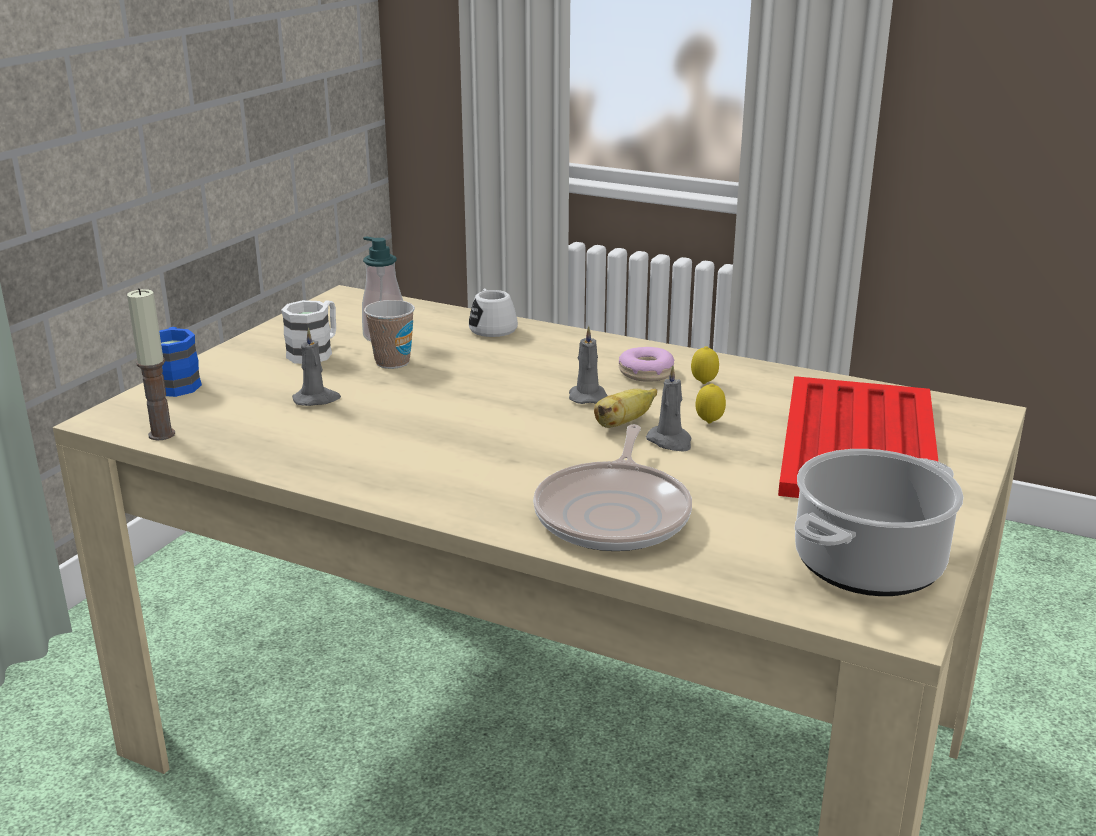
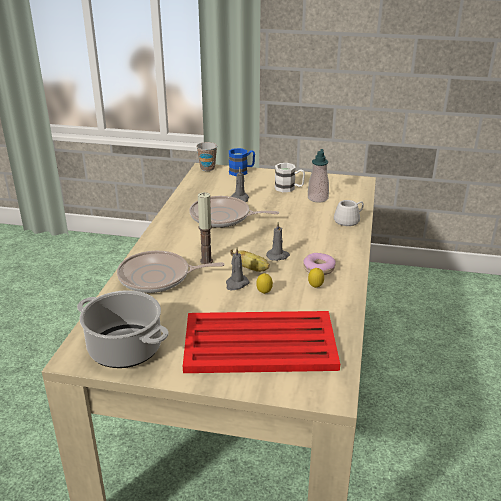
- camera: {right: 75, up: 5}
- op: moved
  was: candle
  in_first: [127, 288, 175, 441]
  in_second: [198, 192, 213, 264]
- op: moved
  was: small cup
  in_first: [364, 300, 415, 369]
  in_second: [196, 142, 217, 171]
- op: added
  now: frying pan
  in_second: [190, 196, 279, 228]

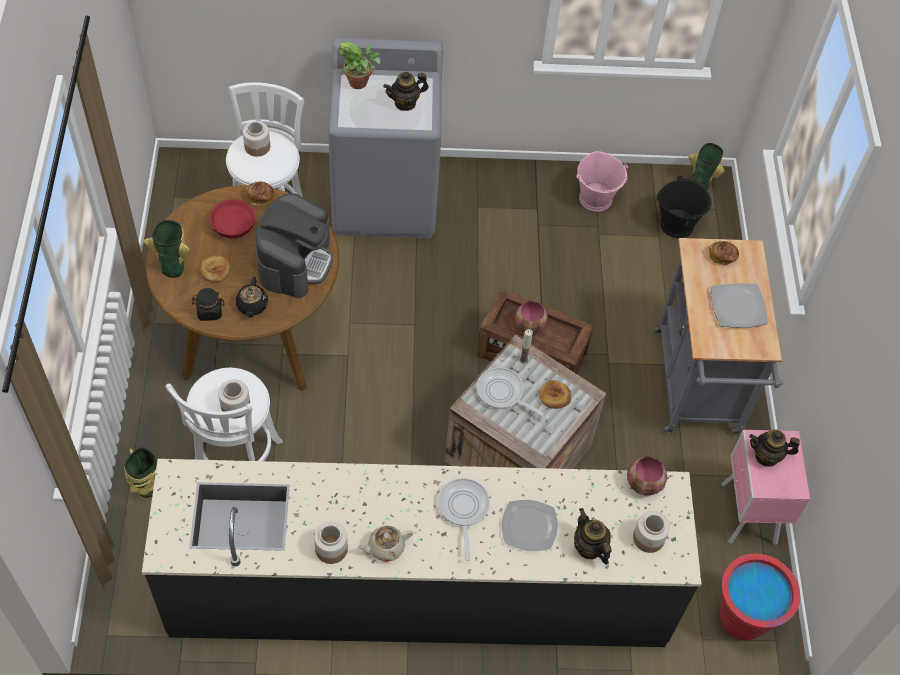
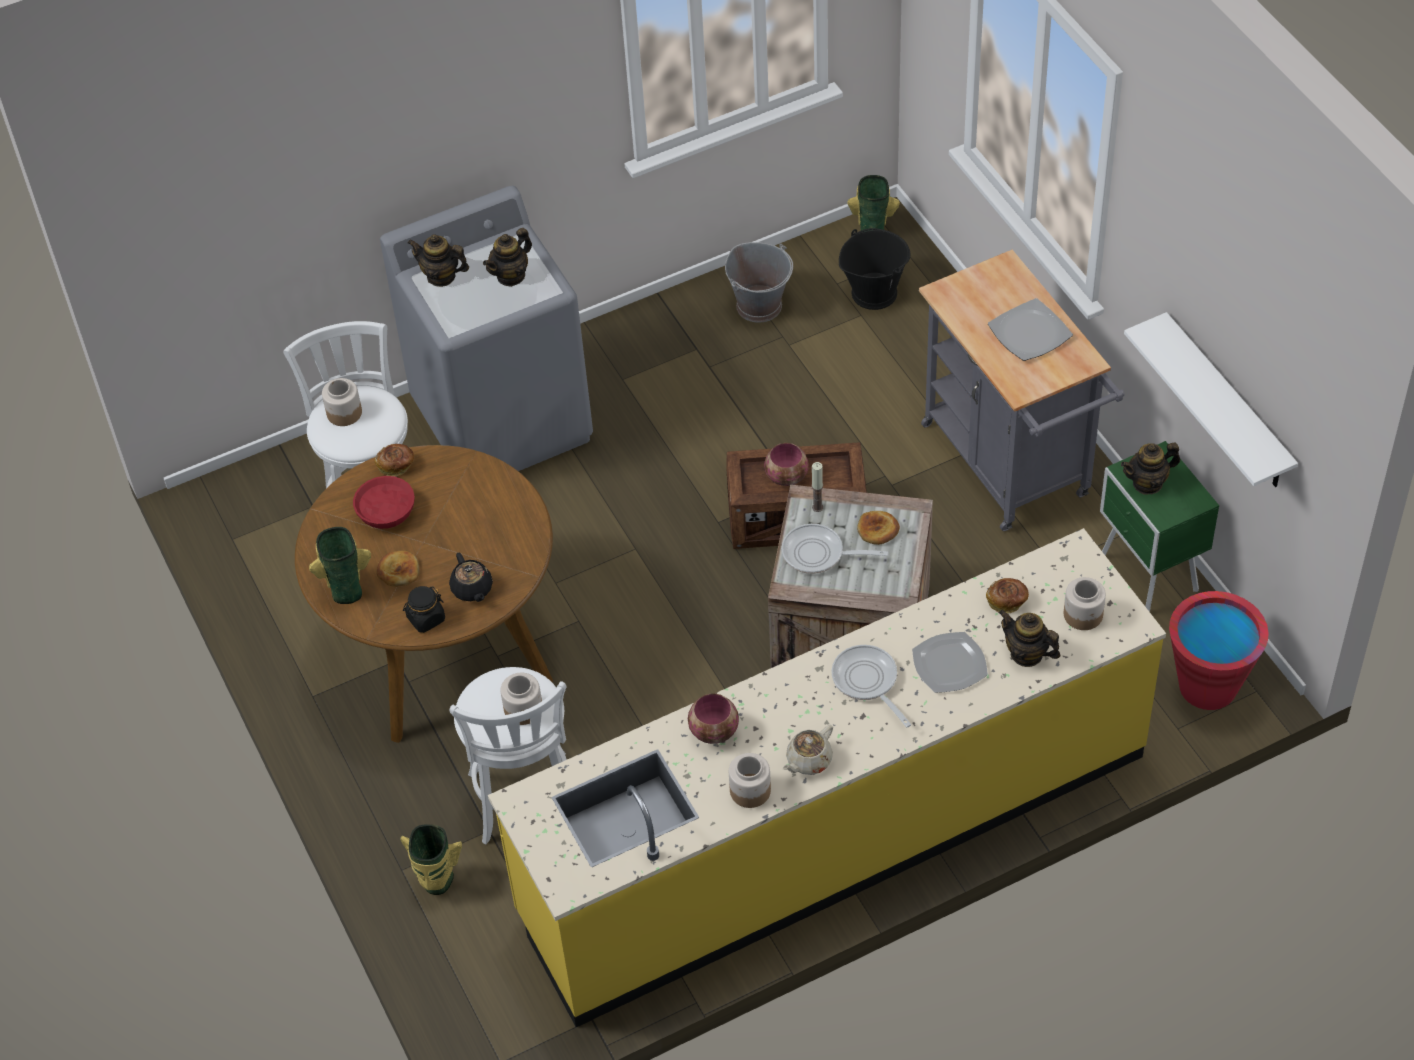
- camera: {right: -20, up: -5}
- op: replaced
  was: plant in a pot
  now: teapot
  in_first: [339, 42, 380, 89]
  in_second: [408, 234, 469, 287]
- op: recoloured
  was: bucket (pink)
  now: bucket (gray)
  in_first: [576, 151, 628, 212]
  in_second: [725, 242, 793, 323]
- op: removed
  was: coffee brewer
  in_first: [255, 193, 333, 298]
- op: moved
  was: baked bread
  in_first: [709, 241, 739, 266]
  in_second: [986, 578, 1029, 614]
- op: recoloured
  was: night table (pink)
  now: night table (green)
  in_first: [721, 430, 810, 545]
  in_second: [1100, 441, 1219, 612]
- op: moved
  was: deep dish
  in_first: [627, 456, 667, 496]
  in_second: [688, 694, 739, 744]
- op: recoloured
  was: counter (blackish)
  now: counter (yellow-coloured)
  in_first: [142, 459, 702, 647]
  in_second: [488, 528, 1166, 1027]
- op: added
  now: bracket shelf (white)
  in_second: [1124, 312, 1298, 487]

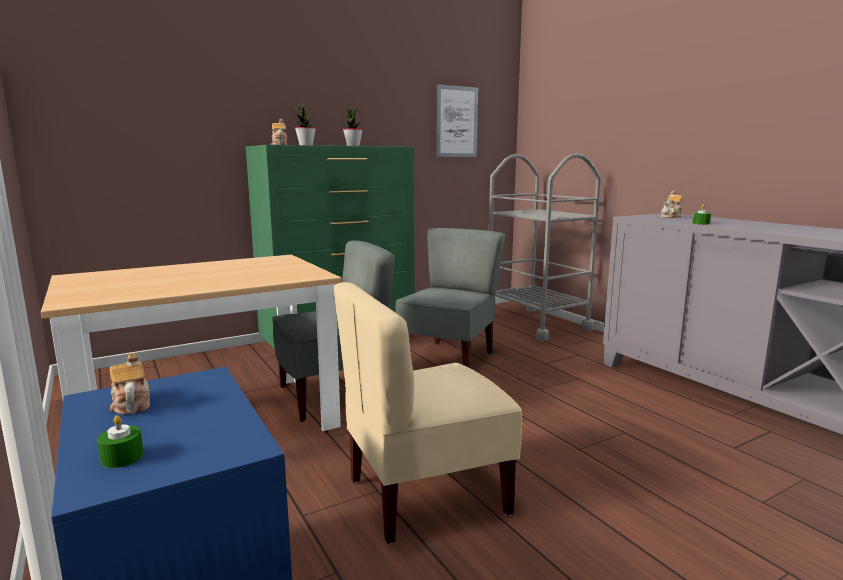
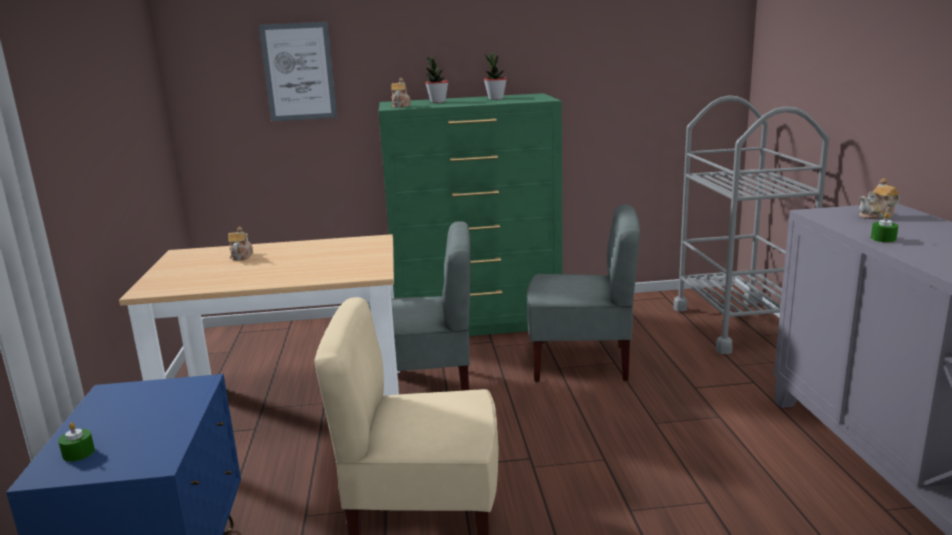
- camera: {right: 25, up: 5}
- op: moved
  was: picture
  in_first: [436, 84, 478, 157]
  in_second: [259, 22, 337, 121]
- op: turned
  was: upright chair (gray)
  in_first: [395, 228, 505, 368]
  in_second: [527, 204, 640, 382]
  clockwise: 45
- op: moved
  was: teapot
  in_first: [110, 353, 150, 414]
  in_second: [228, 227, 253, 260]

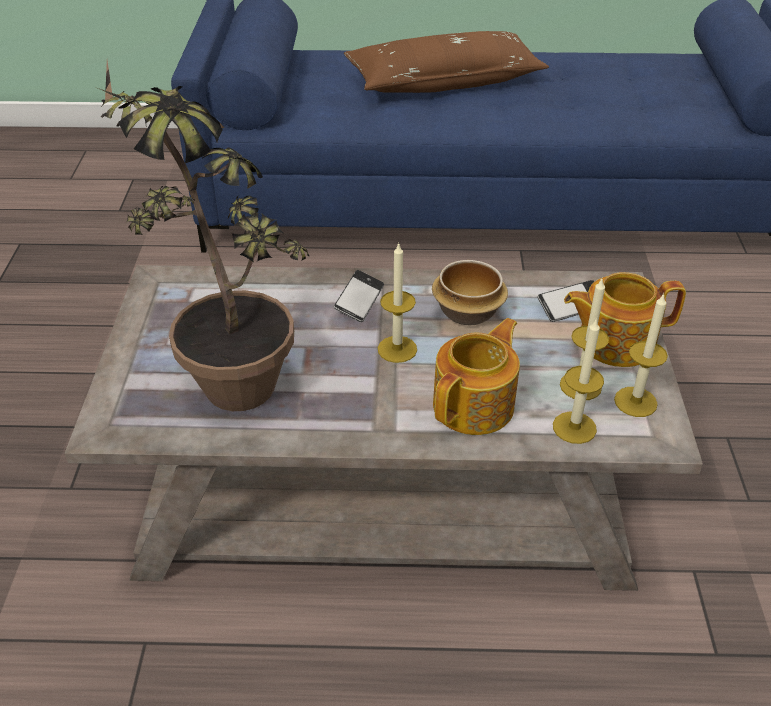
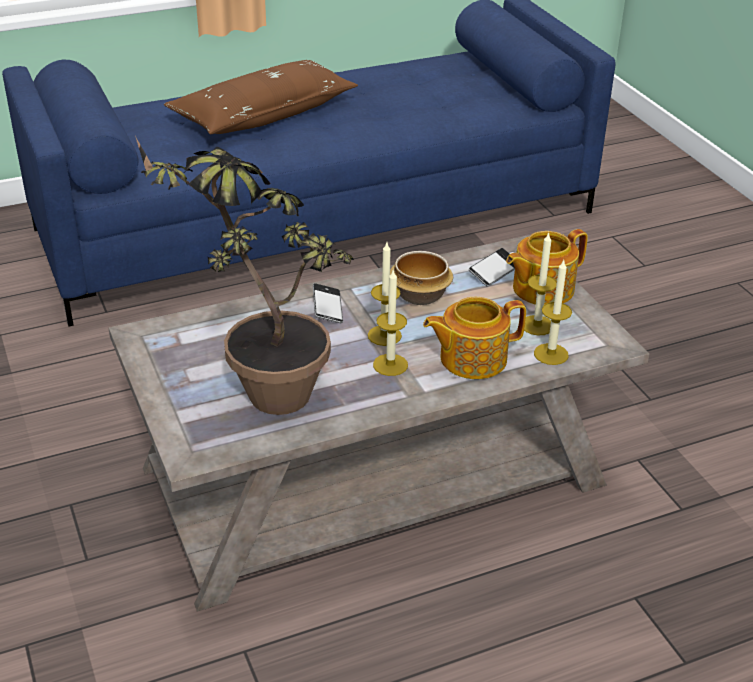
- camera: {right: -25, up: -5}
- op: moved
  was: candle
  in_first: [614, 293, 668, 417]
  in_second: [373, 270, 408, 376]
- op: turned
  was: teapot
  in_first: [433, 318, 520, 435]
  in_second: [423, 297, 526, 379]
  clockwise: -120

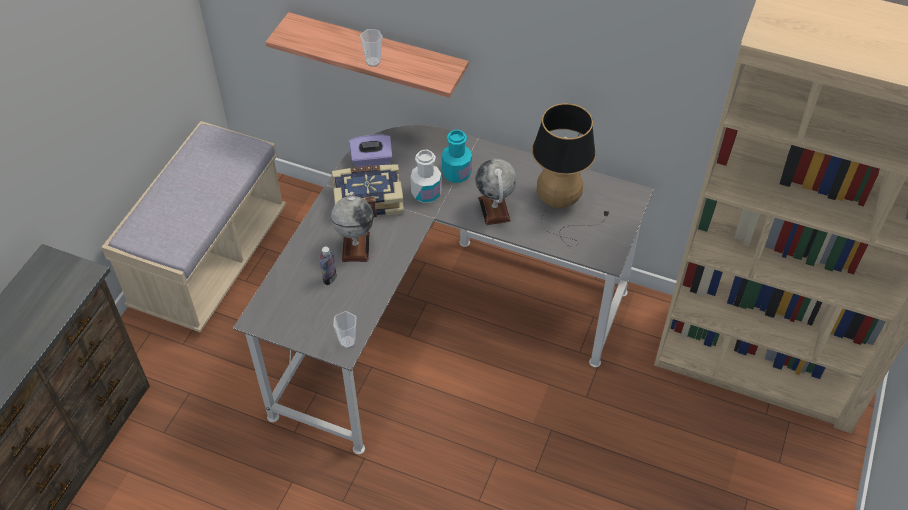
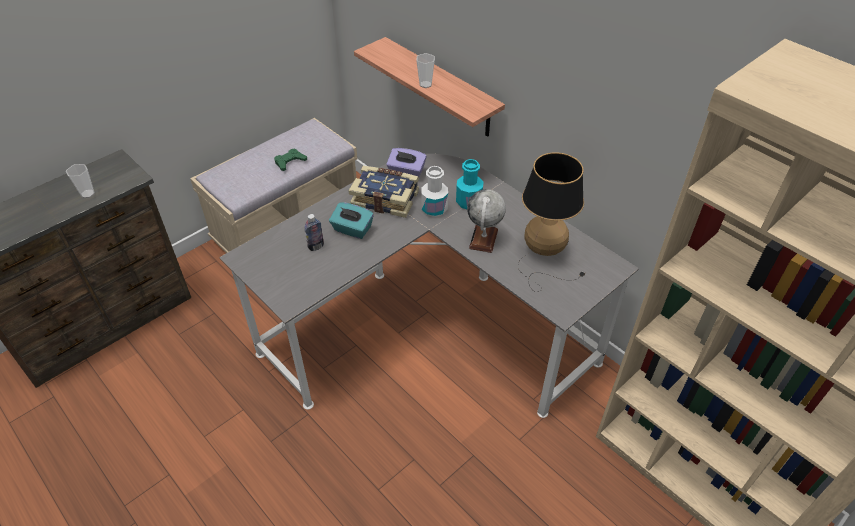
- camera: {right: 25, up: -5}
- op: replaced
  was: desk globe
  now: tissue box (turquoise-coloured)
  in_first: [331, 192, 374, 262]
  in_second: [329, 202, 374, 239]
- op: moved
  was: small cup
  in_first: [333, 311, 356, 349]
  in_second: [66, 164, 95, 198]
- op: added
  now: game controller (green)
  in_second: [274, 149, 307, 171]

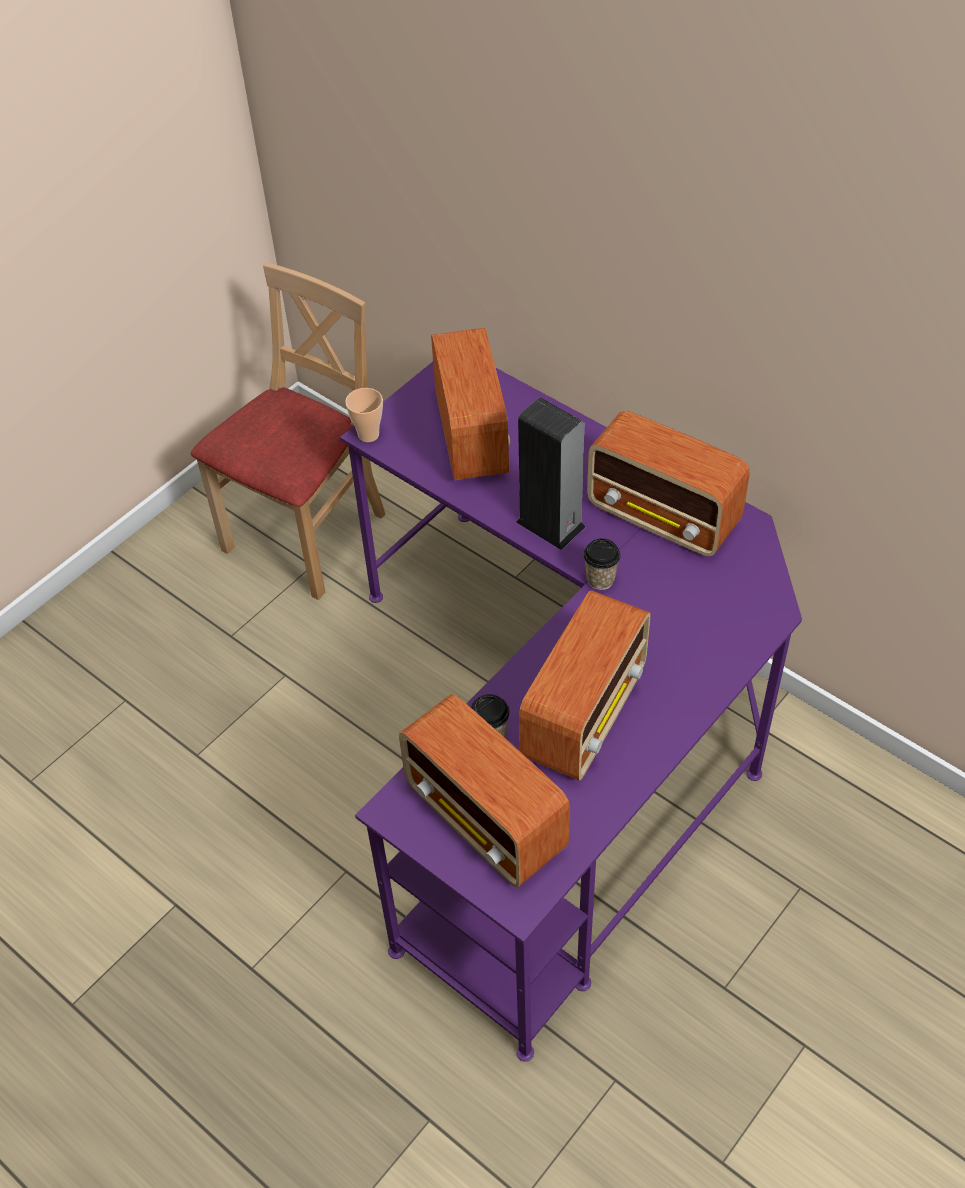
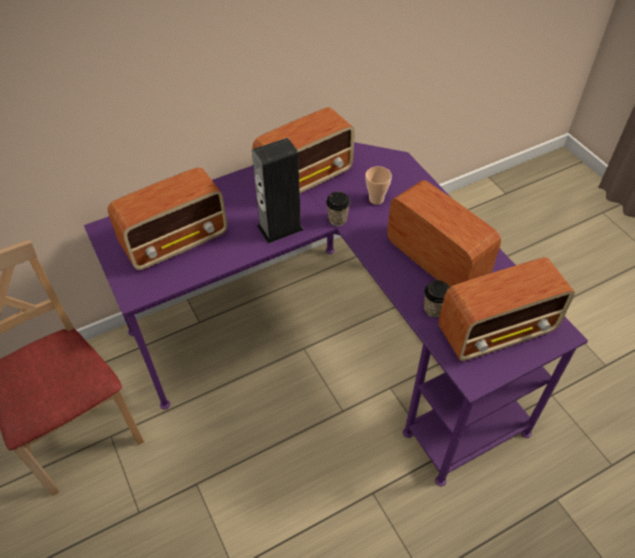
- camera: {right: -70, up: 0}
- op: turned
  was: radio set
  in_first: [431, 328, 511, 480]
  in_second: [107, 167, 227, 270]
  clockwise: 135
- op: moved
  was: small cup
  in_first: [345, 388, 383, 442]
  in_second: [365, 166, 392, 205]

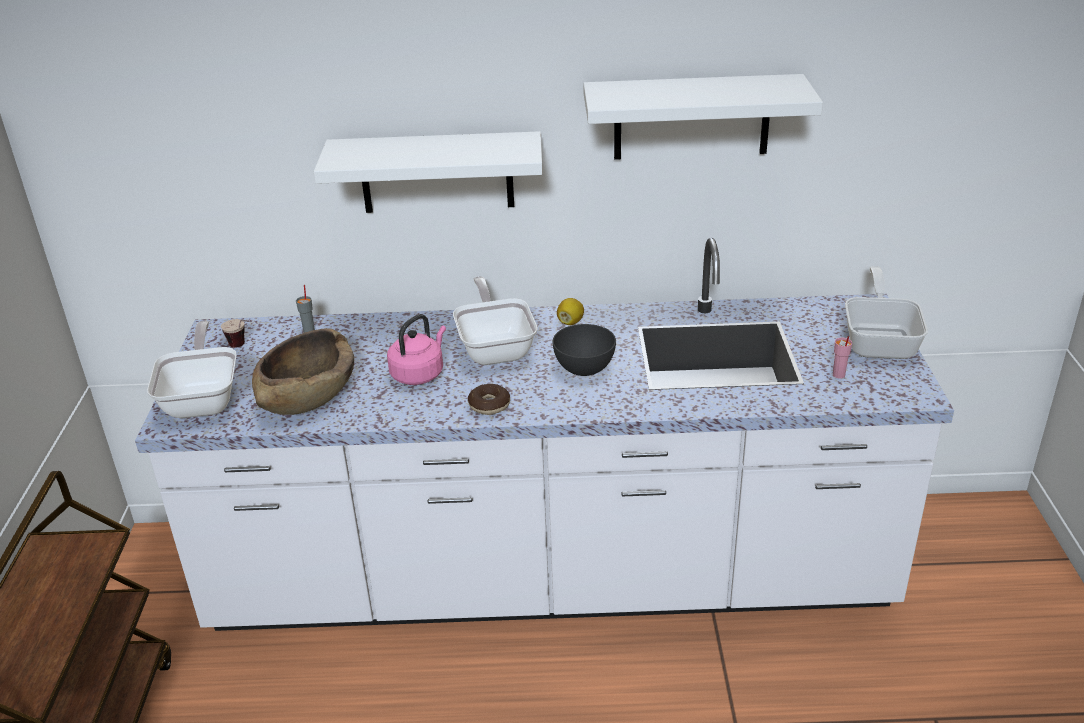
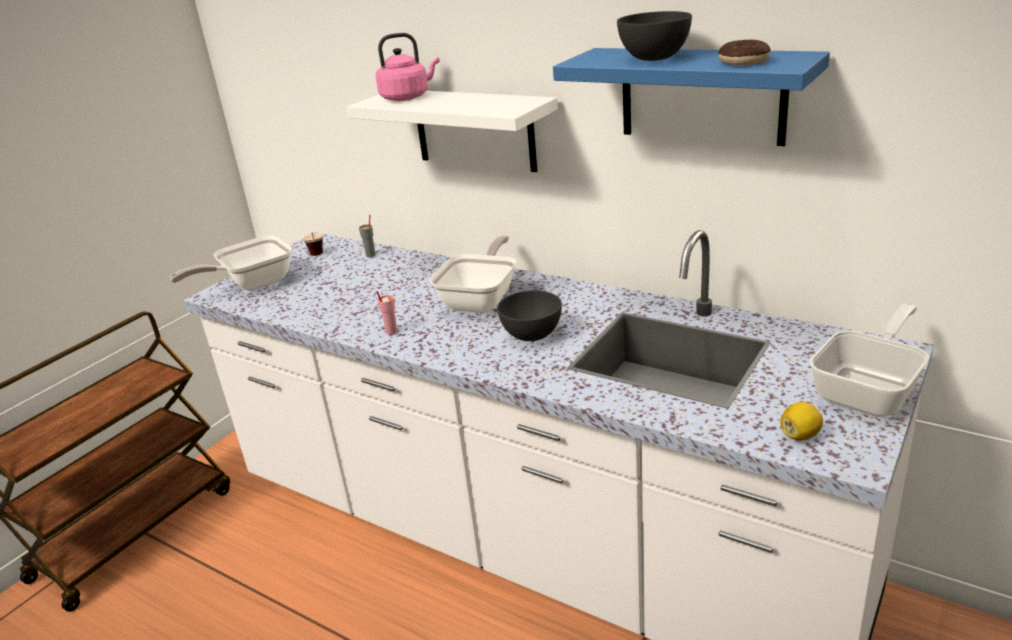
- camera: {right: 35, up: -5}
- op: recoloured
  was: bracket shelf (white)
  now: bracket shelf (bluish)
  in_first: [583, 74, 823, 160]
  in_second: [553, 48, 830, 146]
- op: moved
  was: lemon
  in_first: [557, 298, 584, 325]
  in_second: [781, 402, 823, 440]
- op: moved
  was: kettle (pink)
  in_first: [387, 314, 446, 385]
  in_second: [376, 33, 440, 101]
- op: turned
  was: frying pan
  in_first: [147, 321, 237, 418]
  in_second: [170, 235, 292, 291]
  clockwise: -150
- op: removed
  was: deep dish (brown)
  in_first: [252, 328, 354, 415]
- op: moved
  was: small cup (pink)
  in_first: [833, 336, 852, 379]
  in_second: [377, 292, 397, 335]
- op: moved
  was: doughnut
  in_first: [468, 384, 510, 415]
  in_second: [719, 40, 771, 66]
- op: added
  now: deep dish (gray)
  in_second: [617, 11, 692, 61]

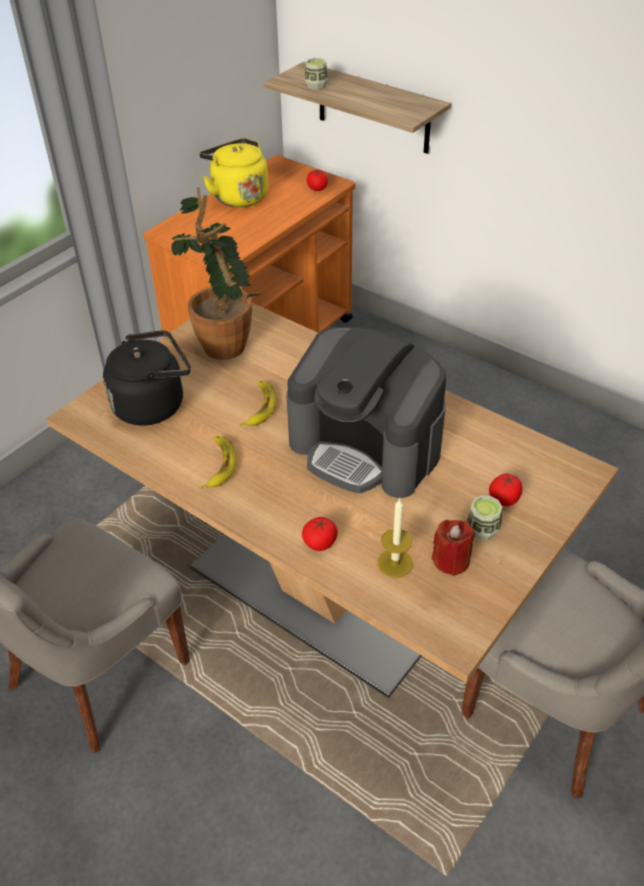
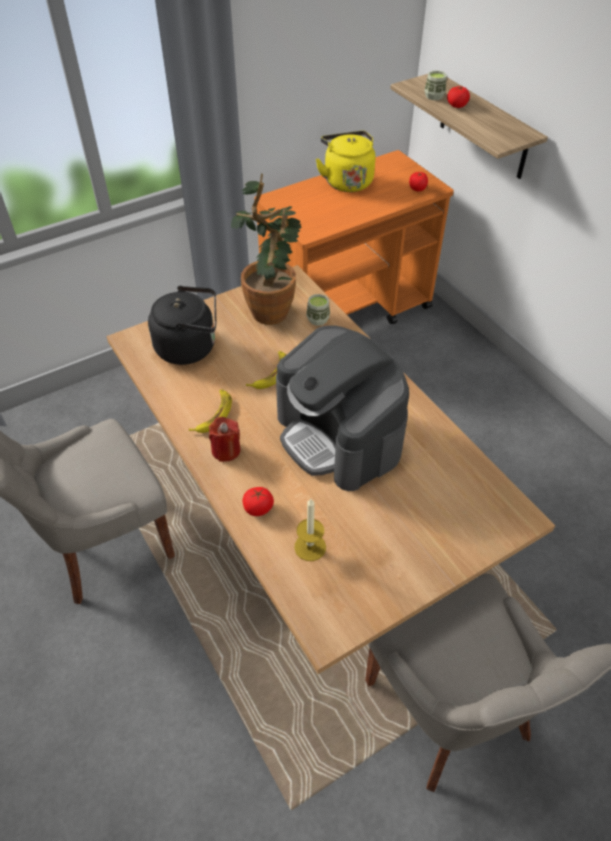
- camera: {right: 20, up: 5}
- op: moved
  was: whole tomato
  in_first: [489, 474, 522, 506]
  in_second: [447, 86, 470, 108]
- op: moved
  was: small cup
  in_first: [467, 495, 502, 540]
  in_second: [306, 294, 330, 326]
- op: moved
  was: candle (red-coloured)
  in_first: [432, 520, 475, 576]
  in_second: [209, 417, 240, 462]

